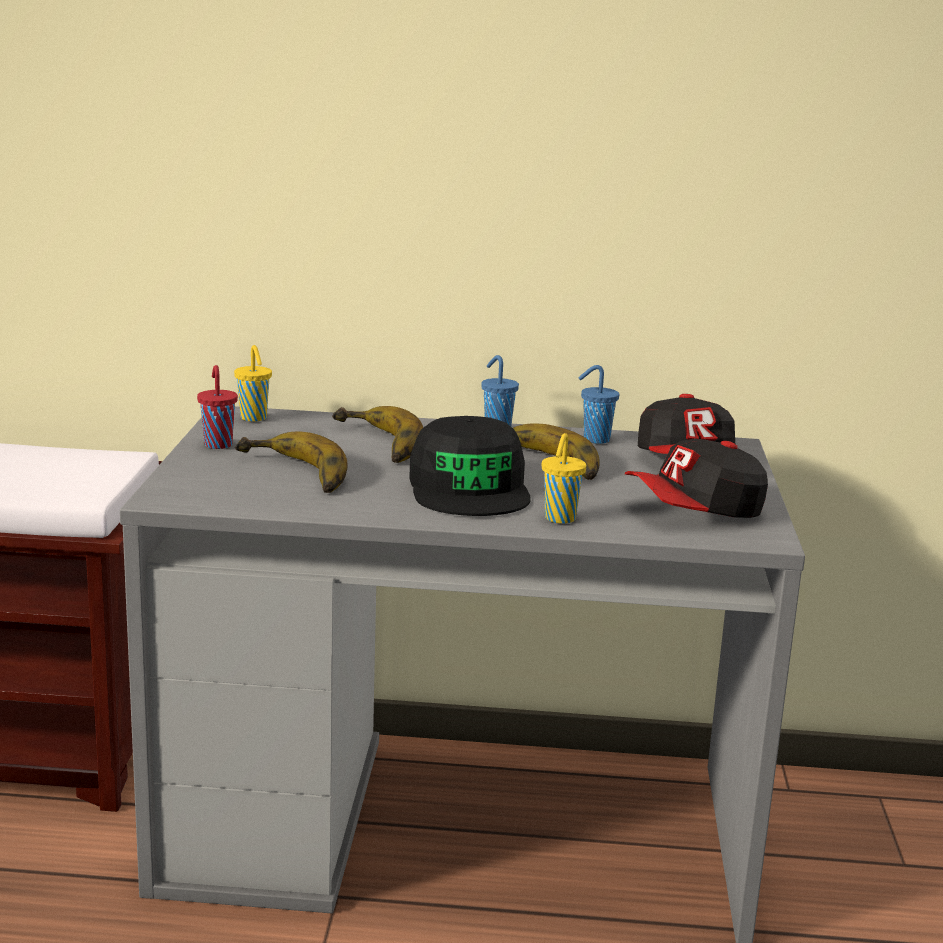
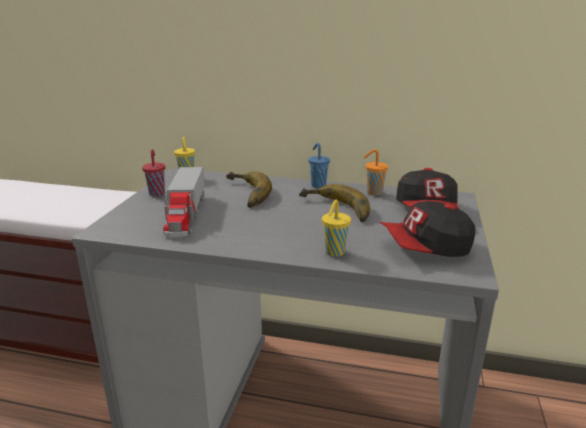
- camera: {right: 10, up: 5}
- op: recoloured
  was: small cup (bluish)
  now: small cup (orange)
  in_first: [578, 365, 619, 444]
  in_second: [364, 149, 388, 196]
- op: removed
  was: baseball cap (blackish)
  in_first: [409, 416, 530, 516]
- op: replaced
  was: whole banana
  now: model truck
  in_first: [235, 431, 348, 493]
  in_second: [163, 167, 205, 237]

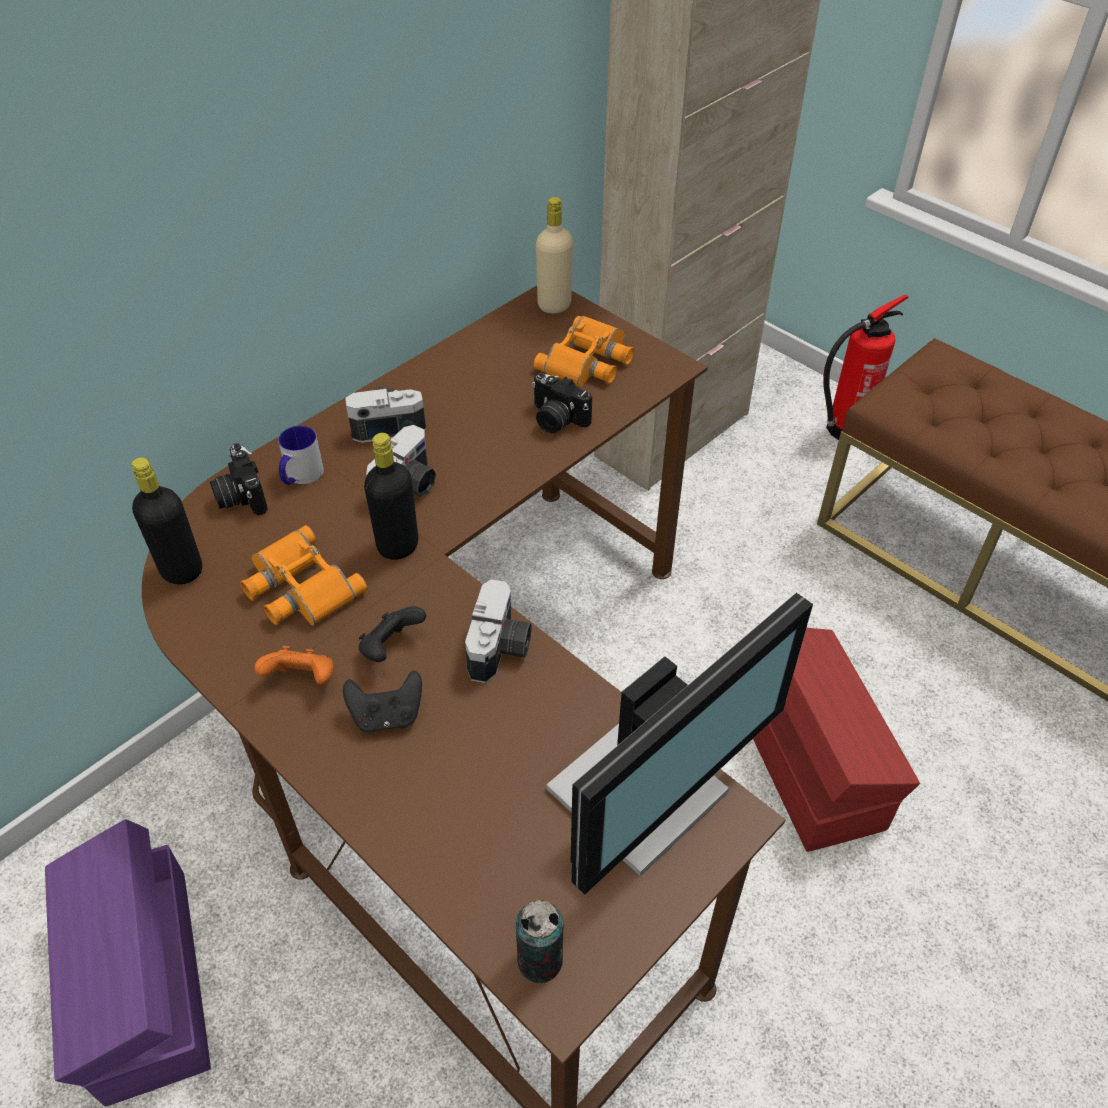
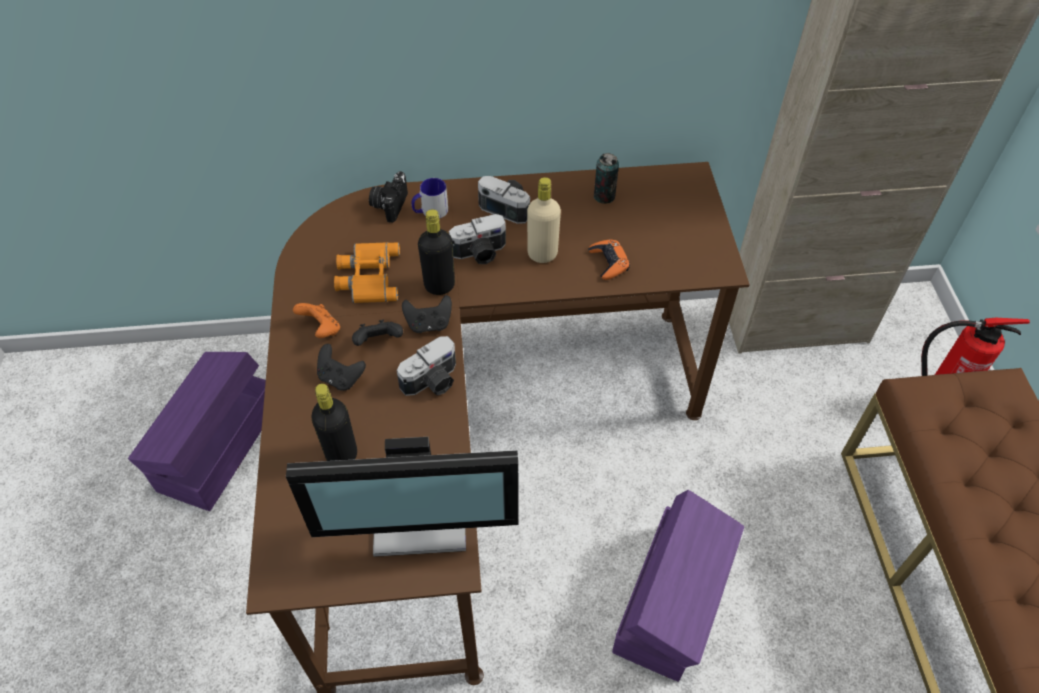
- camera: {right: 40, up: 5}
- op: moved
  was: drink bottle (beige)
  in_first: [536, 197, 573, 314]
  in_second: [527, 177, 561, 263]
- op: removed
  was: binoculars (orange)
  in_first: [533, 316, 634, 388]
- op: replaced
  was: still camera
  now: game controller (orange)
  in_first: [532, 373, 592, 433]
  in_second: [588, 239, 630, 280]
- op: moved
  was: drink bottle (blackish)
  in_first: [131, 457, 202, 584]
  in_second: [312, 384, 357, 461]
- op: recoloured
  was: storage bin (red-coloured)
  now: storage bin (purple-coloured)
  in_first: [753, 628, 920, 852]
  in_second: [612, 490, 744, 682]
- op: moved
  was: can
  in_first: [516, 900, 563, 984]
  in_second: [594, 153, 619, 204]
- op: added
  now: game controller (blackish)
  in_second: [402, 295, 452, 333]

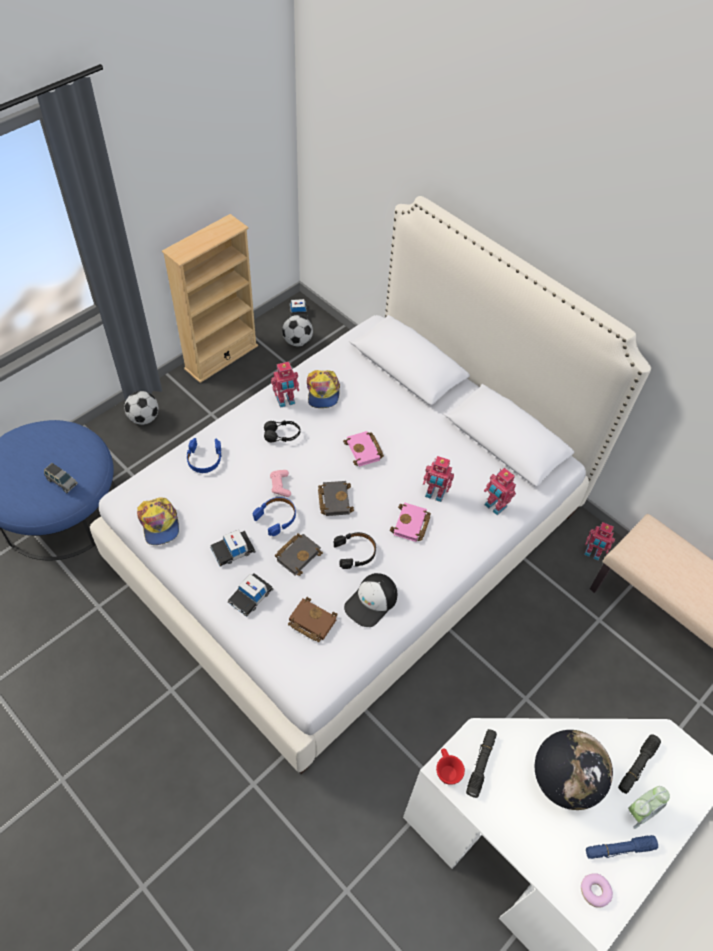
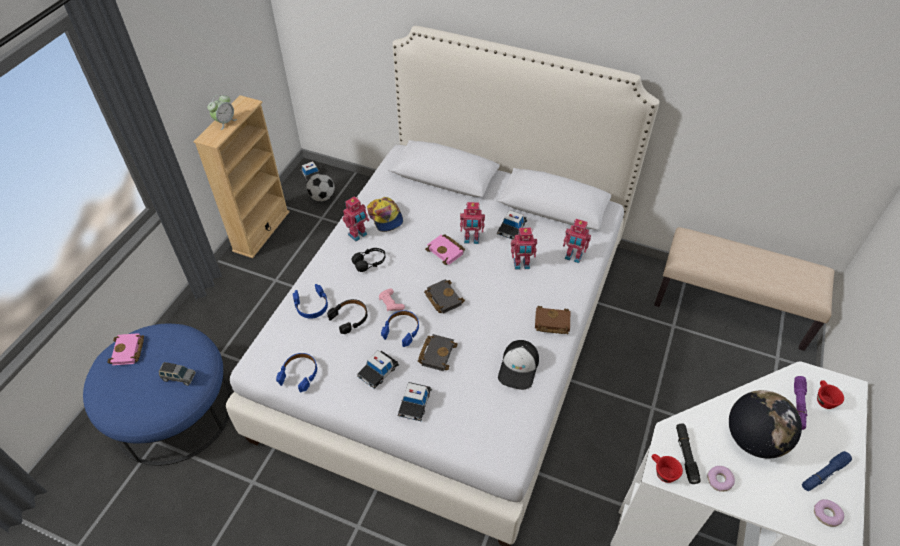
- camera: {right: -20, up: -5}
- op: removed
  was: football
  in_first: [124, 391, 159, 425]
- op: replaced
  was: baseball cap
  now: pair of headphones (bluish)
  in_first: [137, 497, 179, 545]
  in_second: [276, 353, 317, 392]
- op: moved
  was: bound book (pink)
  in_first: [390, 502, 431, 542]
  in_second: [107, 333, 144, 365]
- op: moved
  was: toy robot
  in_first: [584, 522, 615, 561]
  in_second: [460, 202, 485, 244]
- op: moved
  was: pair of headphones (blackish)
  in_first: [334, 532, 376, 569]
  in_second: [327, 299, 367, 334]
- op: moved
  was: bound book (brown)
  in_first: [288, 597, 338, 642]
  in_second: [535, 306, 570, 334]
- op: recoloured
  was: flashlight (blackish)
  now: flashlight (purple-coloured)
  in_first: [618, 734, 661, 794]
  in_second: [794, 376, 807, 430]
- op: moved
  was: alarm clock
  in_first: [628, 786, 670, 829]
  in_second: [208, 94, 237, 130]
- op: added
  now: model car
  in_second: [497, 210, 527, 240]
- op: added
  now: small cup (red-coloured)
  in_second: [817, 380, 844, 409]
- op: added
  now: doughnut
  in_second: [707, 466, 735, 492]

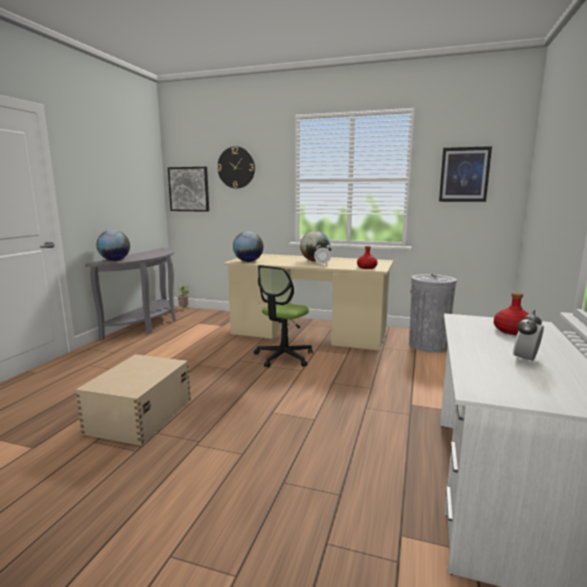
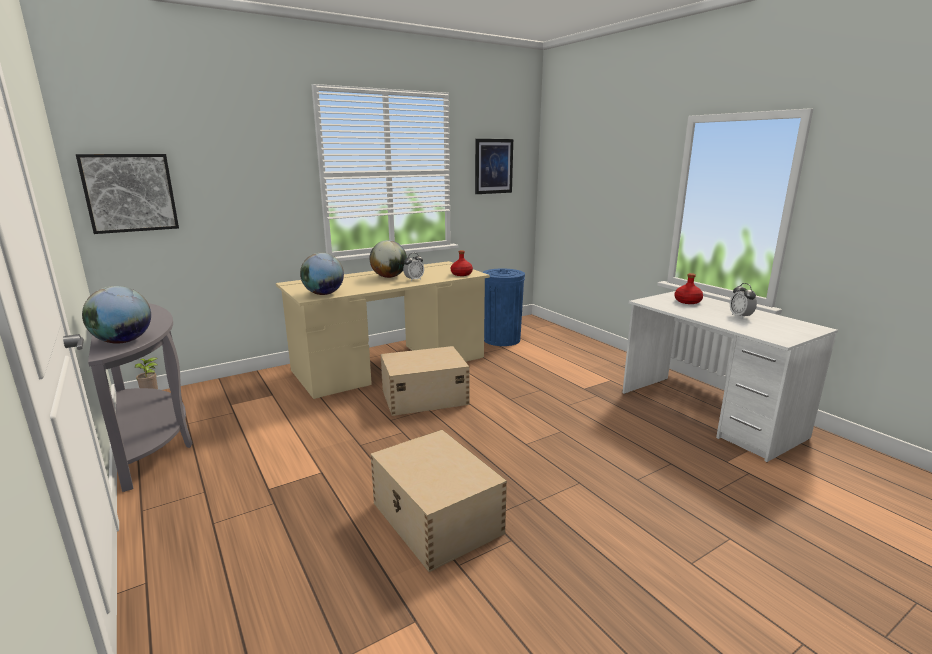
- camera: {right: -50, up: 5}
- op: removed
  was: wall clock
  in_first: [217, 146, 255, 189]
- op: replaced
  was: office chair
  now: storage bin (beige)
  in_first: [254, 265, 313, 368]
  in_second: [380, 346, 470, 416]
- op: recoloured
  was: trash can (gray)
  now: trash can (bluish)
  in_first: [409, 274, 457, 353]
  in_second: [482, 269, 525, 346]

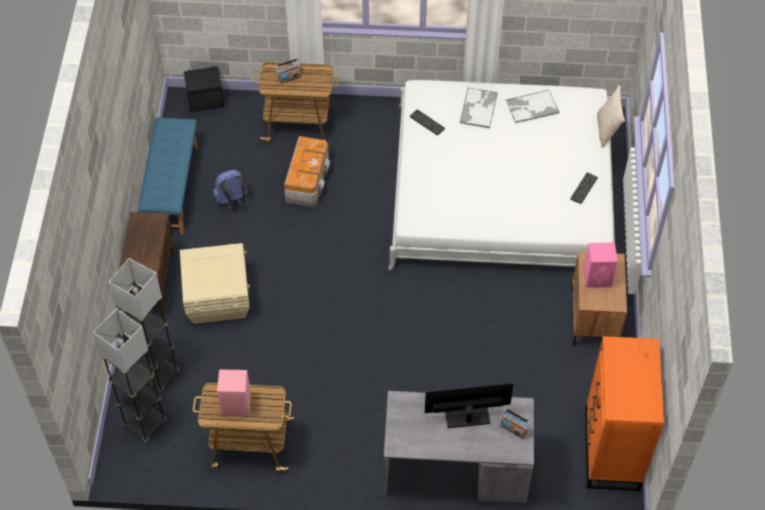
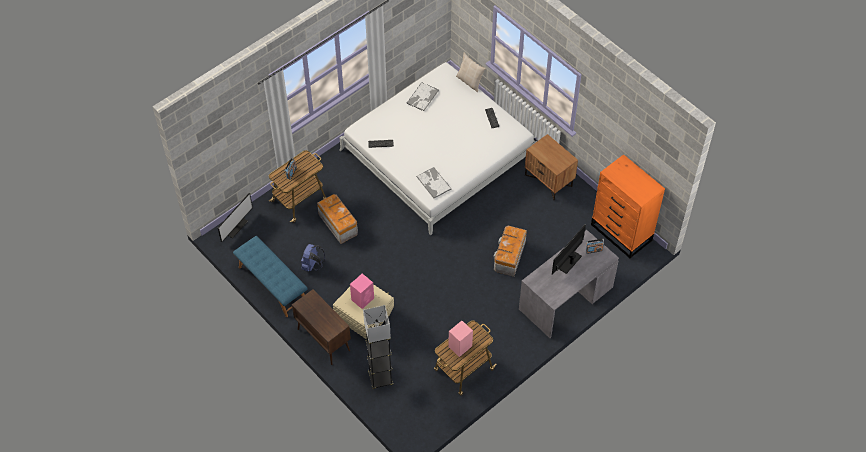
- camera: {right: -45, up: 0}
- op: replaced
  was: speaker (blackish)
  now: computer screen
  in_first: [184, 66, 224, 112]
  in_second: [218, 193, 253, 242]
- op: moved
  was: carrying tray
  in_first: [459, 88, 498, 128]
  in_second: [416, 167, 452, 198]
- op: moved
  was: speaker (pink)
  in_first: [583, 242, 618, 288]
  in_second: [350, 274, 374, 309]
- op: removed
  was: floor lamp (gray)
  in_first: [93, 309, 167, 442]
- op: added
  now: storage bin
  in_second: [493, 225, 527, 277]

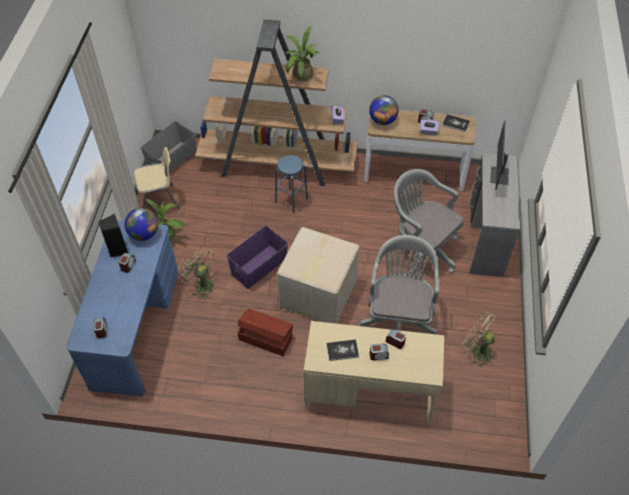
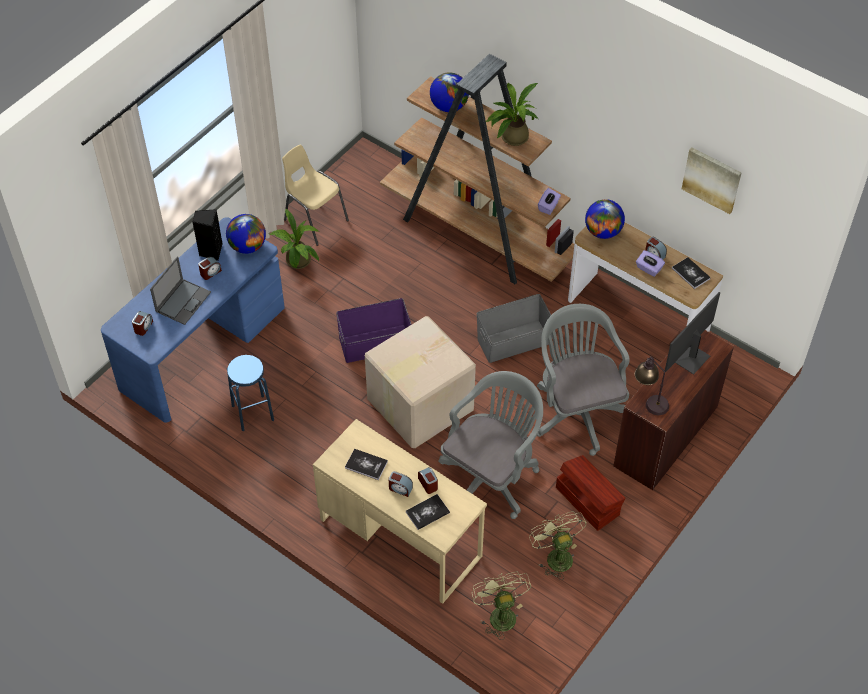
- camera: {right: 30, up: 0}
- op: moved
  was: storage bin (gray)
  in_first: [141, 121, 196, 174]
  in_second: [476, 294, 553, 363]
- op: turned
  was: upright chair (beige)
  in_first: [134, 147, 180, 210]
  in_second: [282, 145, 349, 246]
  clockwise: -150
- op: recoloured
  was: desk (gray)
  now: desk (brown)
  in_first: [469, 153, 520, 277]
  in_second: [613, 330, 734, 490]
- op: moved
  was: sitting stool (bluish)
  in_first: [275, 155, 308, 213]
  in_second: [227, 355, 274, 431]
- op: moved
  was: cooling fan (green)
  in_first: [177, 247, 214, 299]
  in_second: [472, 571, 531, 640]
- op: moved
  was: storage bin (brown)
  in_first: [237, 308, 293, 356]
  in_second: [556, 455, 626, 531]
- op: added
  now: desk globe
  in_second: [430, 72, 469, 112]
- op: added
  now: picture
  in_second: [682, 147, 742, 214]
- op: added
  now: notebook computer
  in_second: [150, 257, 211, 325]
- op: added
  now: tabletop lamp
  in_second: [634, 356, 669, 415]
- op: added
  now: bound book
  in_second: [406, 494, 450, 530]

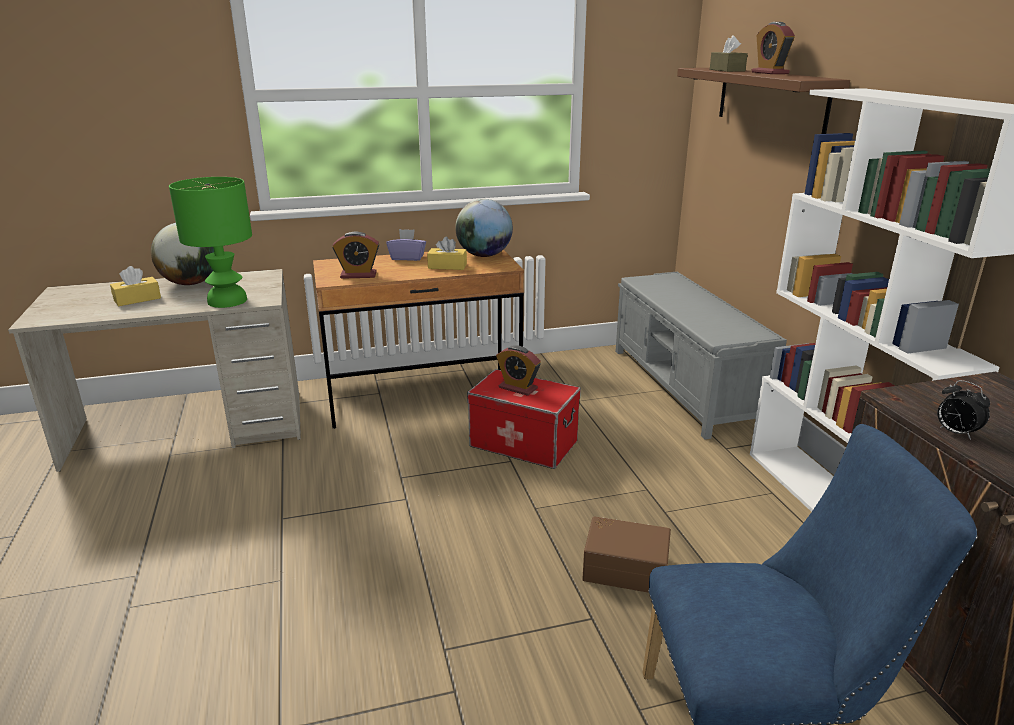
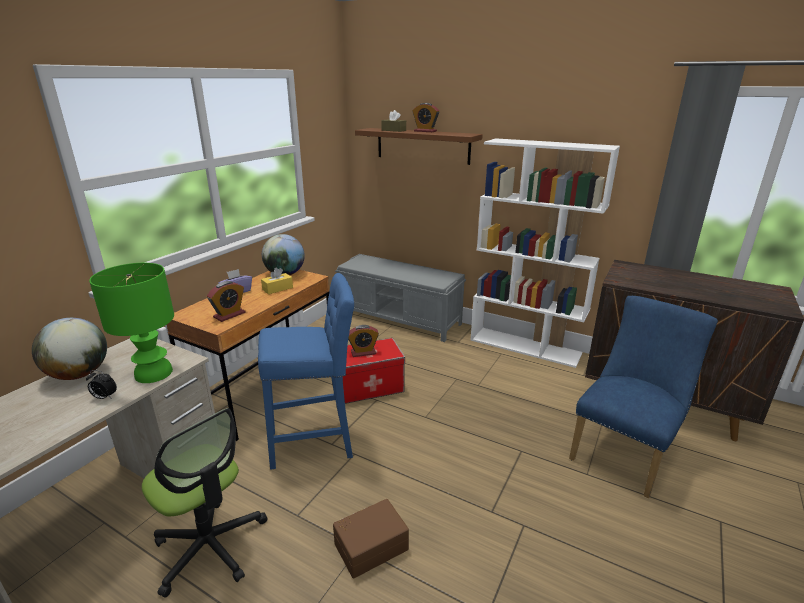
- camera: {right: -45, up: 0}
- op: removed
  was: tissue box (yellow-coloured)
  in_first: [110, 266, 161, 306]
- op: moved
  was: alarm clock
  in_first: [937, 380, 990, 440]
  in_second: [86, 370, 117, 399]
- op: moved
  was: storage bin (brown)
  in_first: [582, 516, 671, 593]
  in_second: [333, 499, 409, 579]
- op: added
  now: sitting stool (bluish)
  in_second: [258, 273, 354, 470]
- op: added
  now: office chair
  in_second: [142, 408, 267, 598]

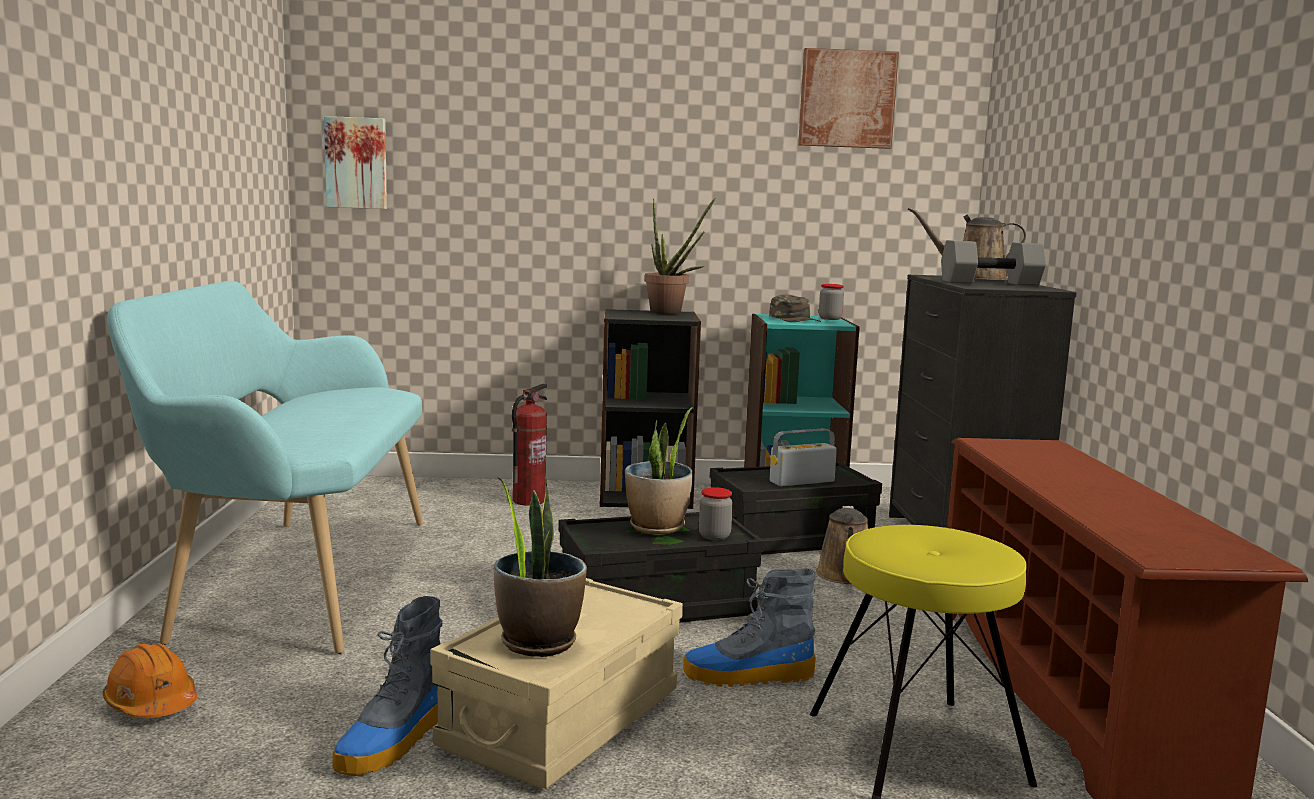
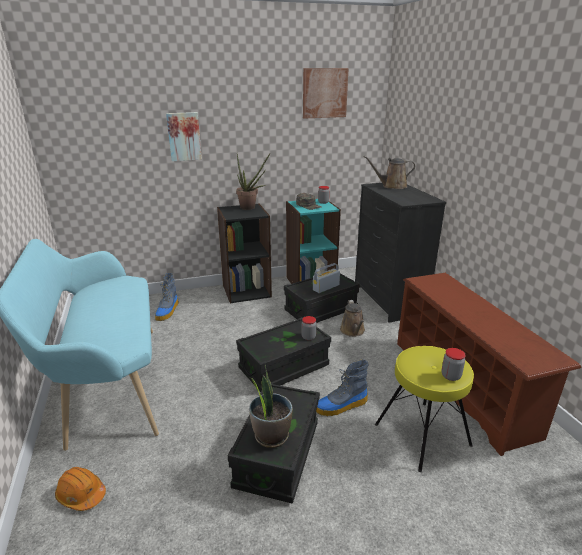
- camera: {right: -15, up: 15}
- op: moved
  was: picture
  in_first: [324, 116, 387, 209]
  in_second: [166, 112, 202, 161]
- op: removed
  was: free weight (gray)
  in_first: [941, 240, 1046, 286]
- op: removed
  was: fire-fighting cylinder
  in_first: [512, 384, 547, 506]
- op: removed
  was: plant in a pot
  in_first: [625, 407, 693, 535]
- op: recoloured
  was: storage bin (beige)
  now: storage bin (blackish)
  in_first: [430, 578, 683, 789]
  in_second: [228, 383, 320, 504]
- op: moved
  was: tall boot
  in_first: [332, 596, 443, 776]
  in_second: [155, 273, 179, 321]
- op: added
  now: jar
  in_second: [441, 348, 466, 381]

